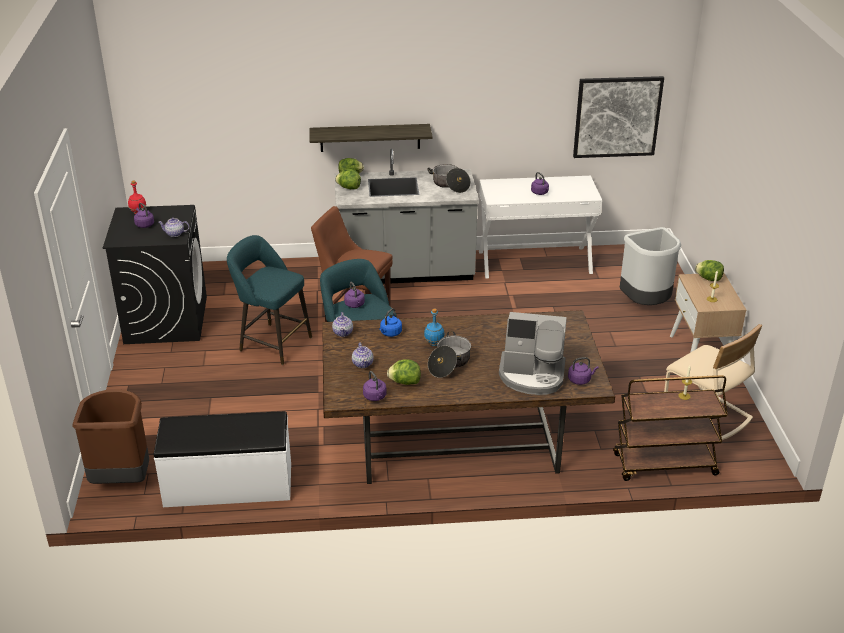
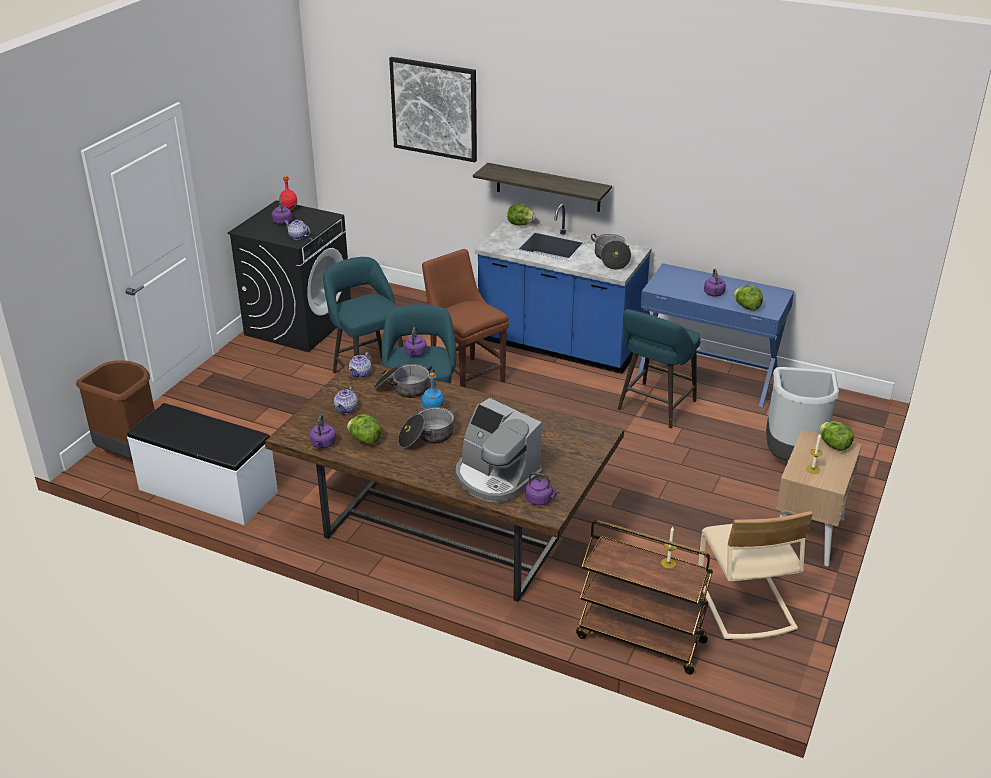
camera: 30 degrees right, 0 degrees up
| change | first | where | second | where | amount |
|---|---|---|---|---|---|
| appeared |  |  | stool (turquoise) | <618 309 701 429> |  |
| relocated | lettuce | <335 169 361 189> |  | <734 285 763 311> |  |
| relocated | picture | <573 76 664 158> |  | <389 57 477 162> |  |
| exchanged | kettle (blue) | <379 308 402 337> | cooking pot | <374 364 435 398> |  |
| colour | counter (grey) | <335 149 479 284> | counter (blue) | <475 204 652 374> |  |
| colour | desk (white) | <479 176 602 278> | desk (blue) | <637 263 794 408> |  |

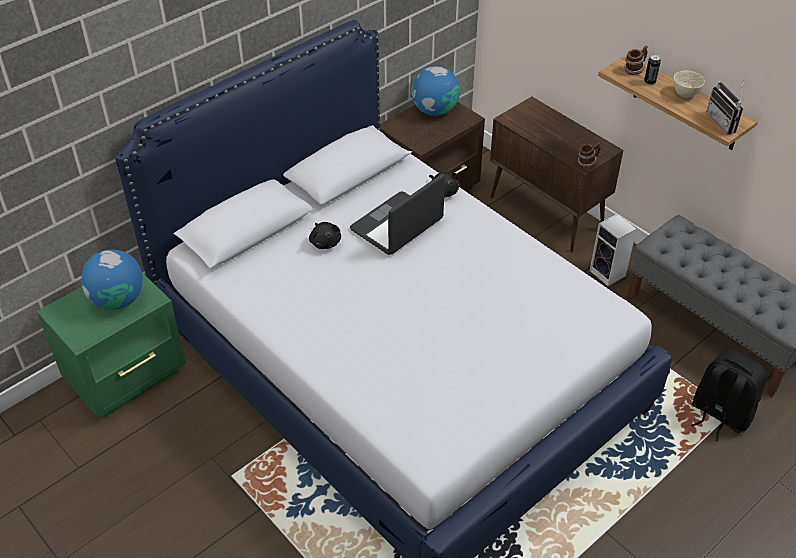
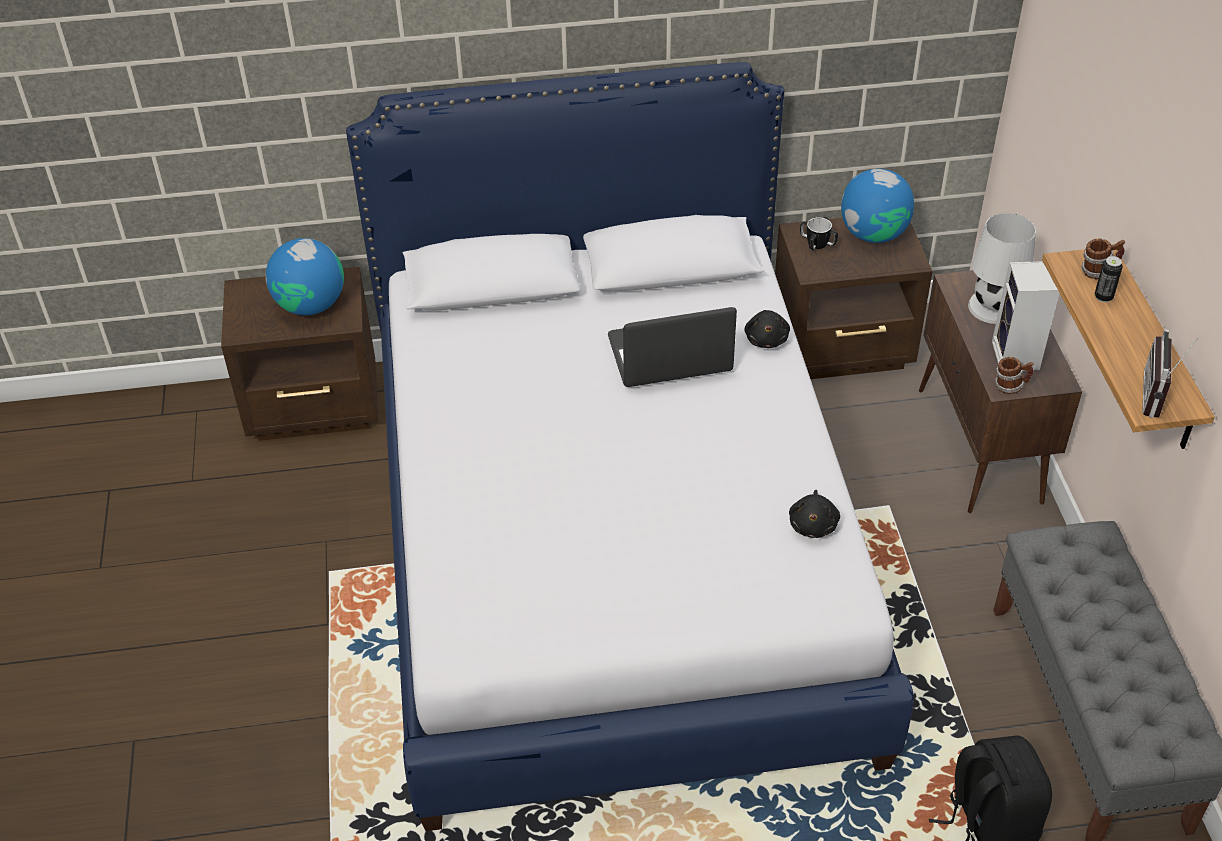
camera: 35 degrees right, 0 degrees up
| change | first | where | second | where | amount |
|---|---|---|---|---|---|
| missing | bowl (beige) | <673 71 705 98> |  |  |  |
| appeared |  |  | mug | <800 217 838 250> |  |
| appeared |  |  | table lamp (white) | <968 213 1036 324> |  |
| relocated | plush toy (black) | <309 222 341 249> |  | <789 490 840 538> |  |
| relocated | speaker | <590 214 637 286> |  | <992 261 1059 371> |  |
| colour | nightstand (green) | <37 272 186 418> | nightstand (brown) | <221 267 378 441> |  |

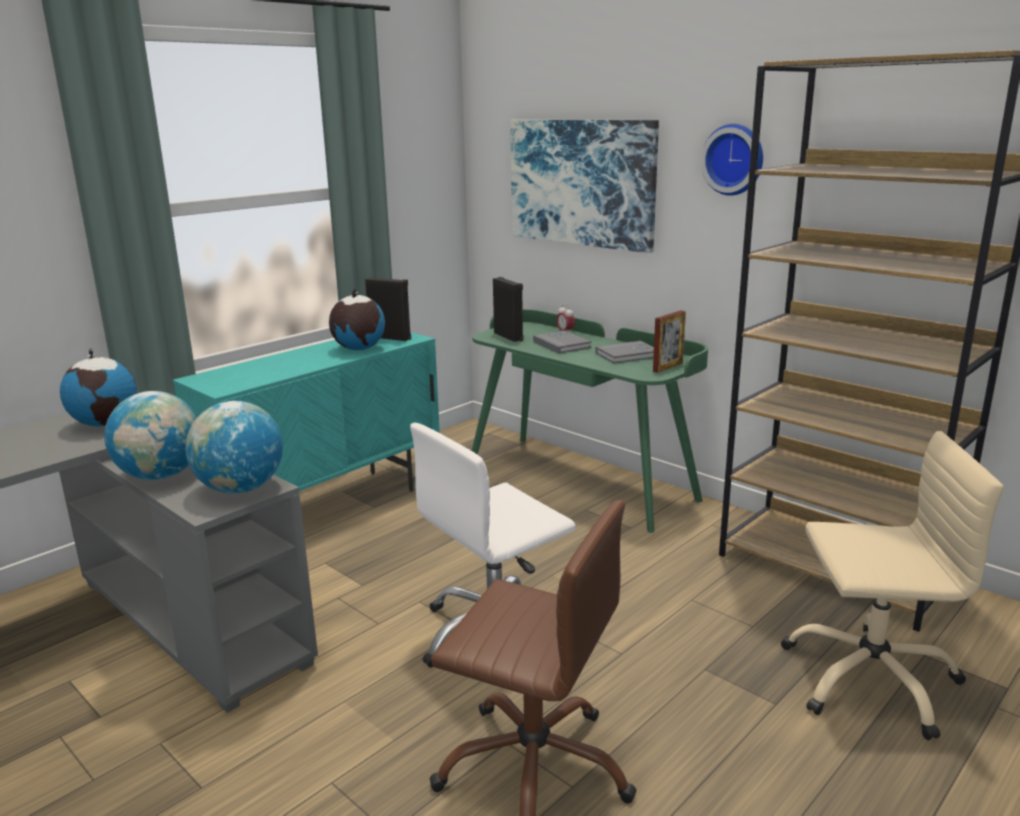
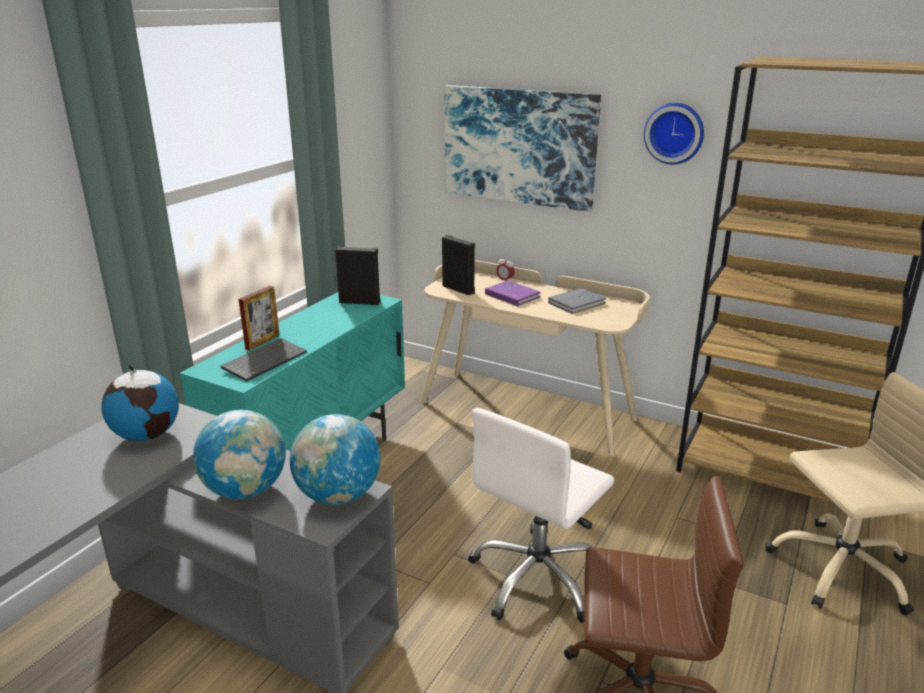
camera: 15 degrees left, 5 degrees up
| change | first | where | second | where | amount |
|---|---|---|---|---|---|
| missing | globe | <329 289 385 350> |  |  |  |
| appeared |  |  | keyboard | <221 338 307 382> |  |
| relocated | picture frame | <653 310 686 373> |  | <239 286 280 351> |  |
| colour | desk (green) | <472 309 708 533> | desk (beige) | <420 260 650 457> |  |
| colour | book (grey) | <533 330 591 354> | book (purple) | <485 281 541 306> |  |

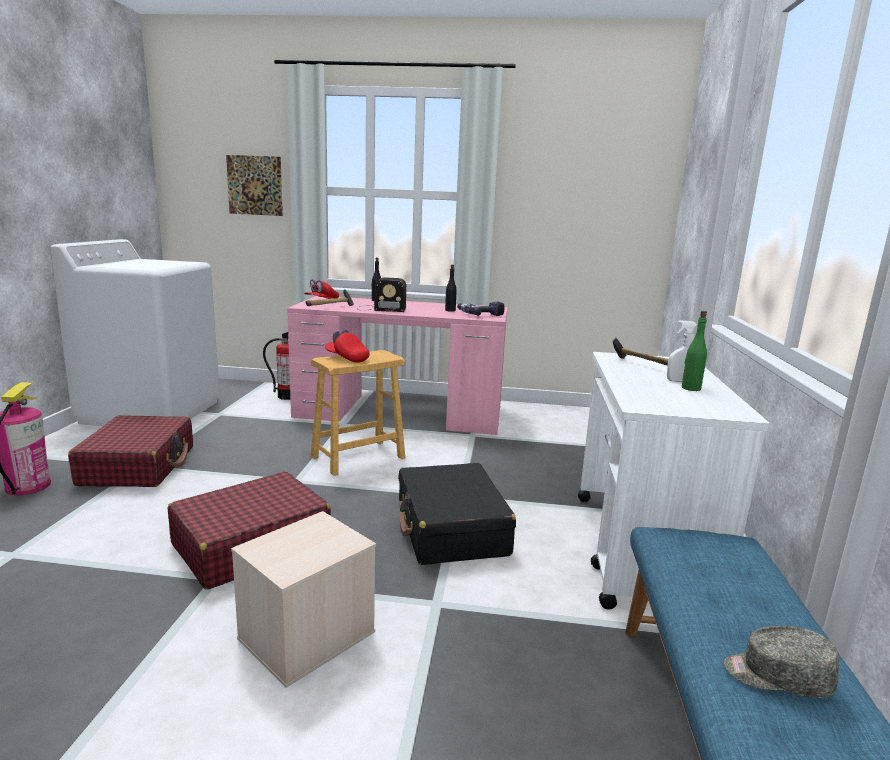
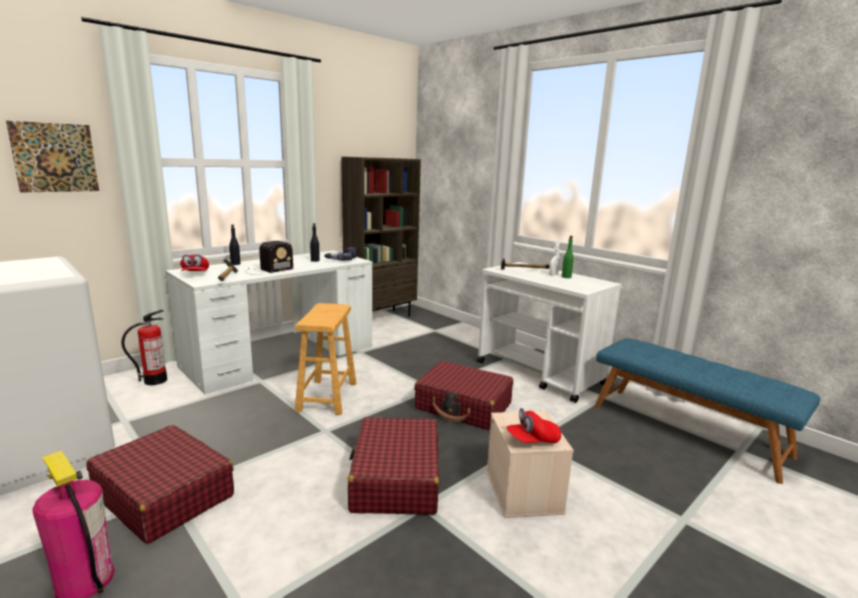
camera: 50 degrees left, 0 degrees up
| change | first | where | second | where | amount |
|---|---|---|---|---|---|
| missing | cap (grey) | <724 626 839 698> |  |  |  |
| appeared |  |  | bookcase (brown) | <341 157 421 317> |  |
| relocated | cap (red) | <325 329 369 362> |  | <506 408 561 443> |  |
| colour | desk (pink) | <287 296 508 435> | desk (white) | <165 250 372 394> |  |
| colour | suitcase (black) | <398 463 516 565> | suitcase (red) | <414 361 513 430> |  |

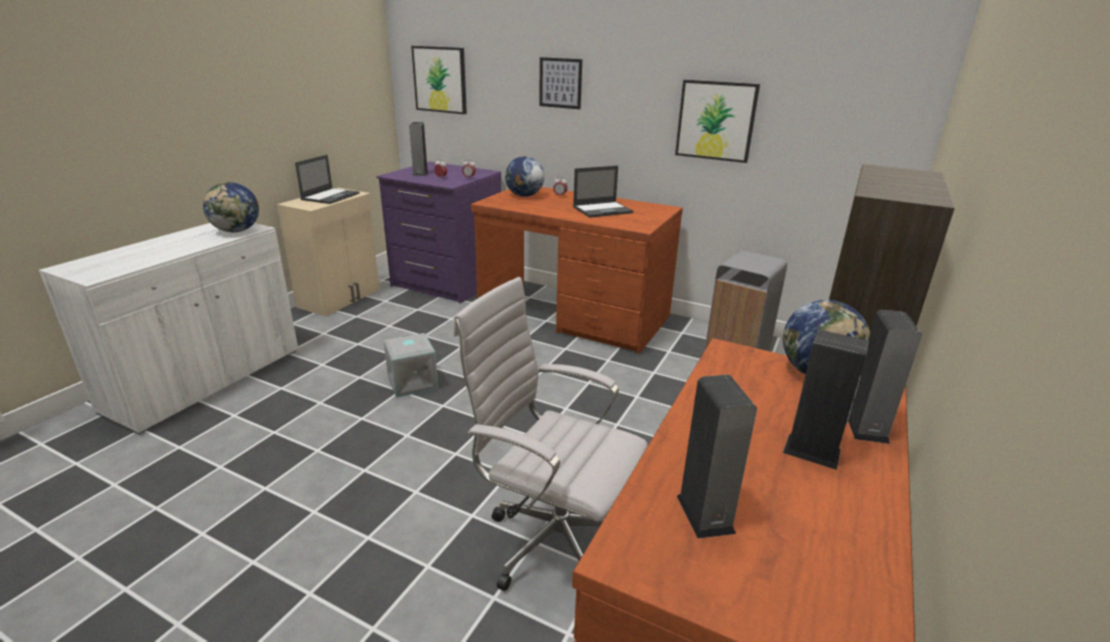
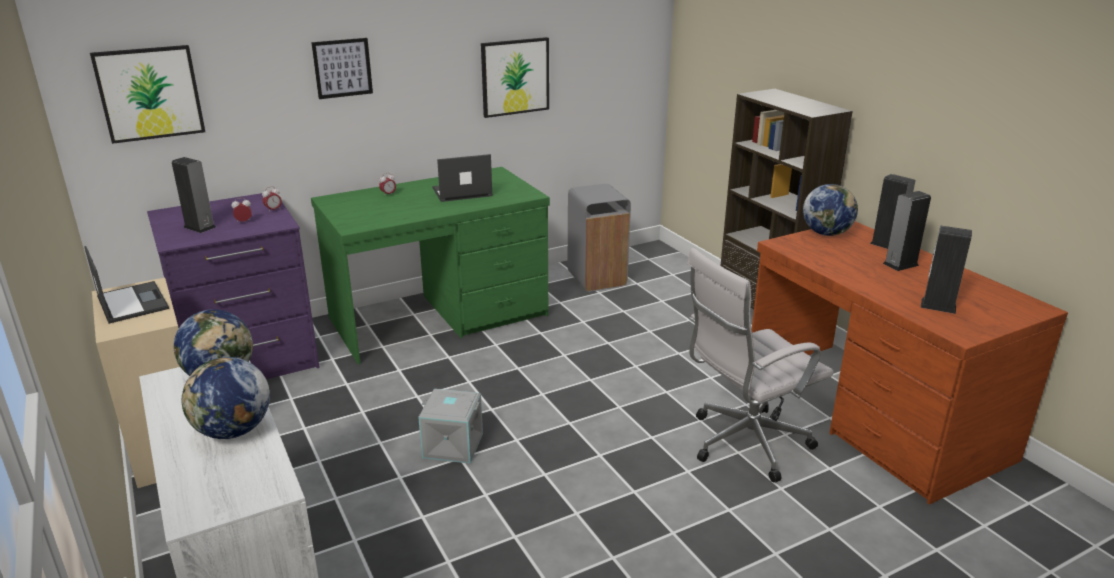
camera: 55 degrees left, 0 degrees up
| change | first | where | second | where | amount |
|---|---|---|---|---|---|
| relocated | globe | <505 156 544 197> |  | <182 357 270 439> |  |
| colour | desk (brown) | <471 187 683 354> | desk (green) | <311 167 550 364> |  |
| spun | laptop | <573 166 633 218> |  | <432 154 493 202> | 120 degrees counterclockwise |

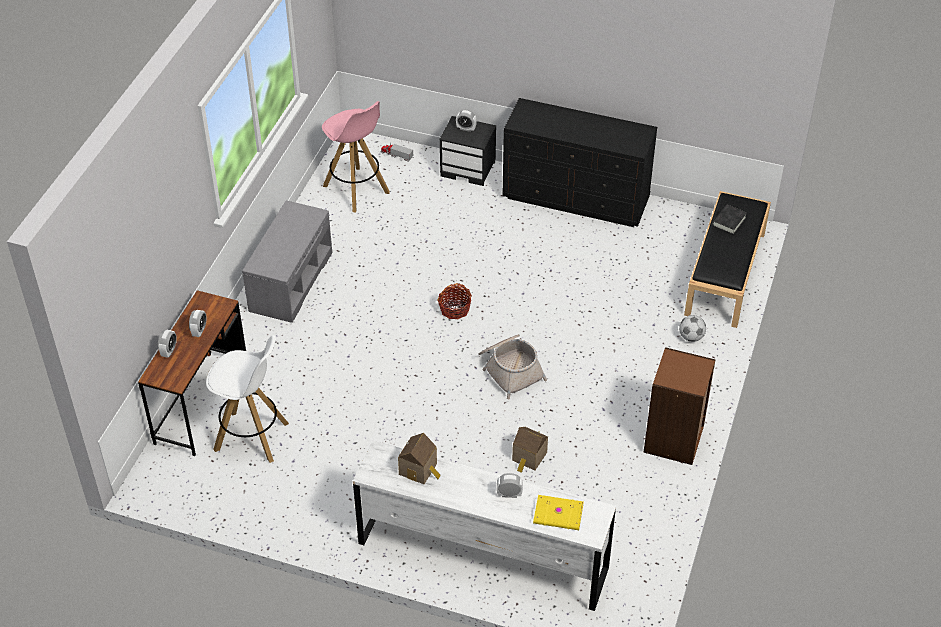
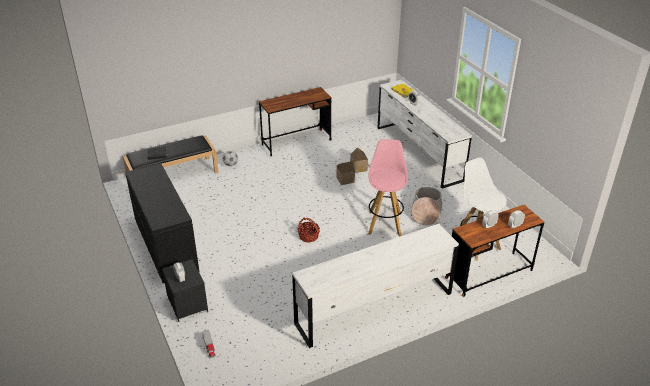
camera: 135 degrees left, 10 degrees down
| change | first | where | second | where | amount |
|---|---|---|---|---|---|
| relocated | stool (pink) | <322 101 390 212> |  | <368 139 408 236> |  |
| relocated | toy house | <398 433 441 484> |  | <336 161 355 185> |  |
| relocated | basket | <479 334 547 399> |  | <411 187 442 225> |  |
| exchanged | bench (grey) | <242 201 332 323> | dresser (white) | <292 224 459 348> |  |
| exchanged | bookcase (brown) | <643 347 716 465> | desk (brown) | <259 87 332 156> |  |

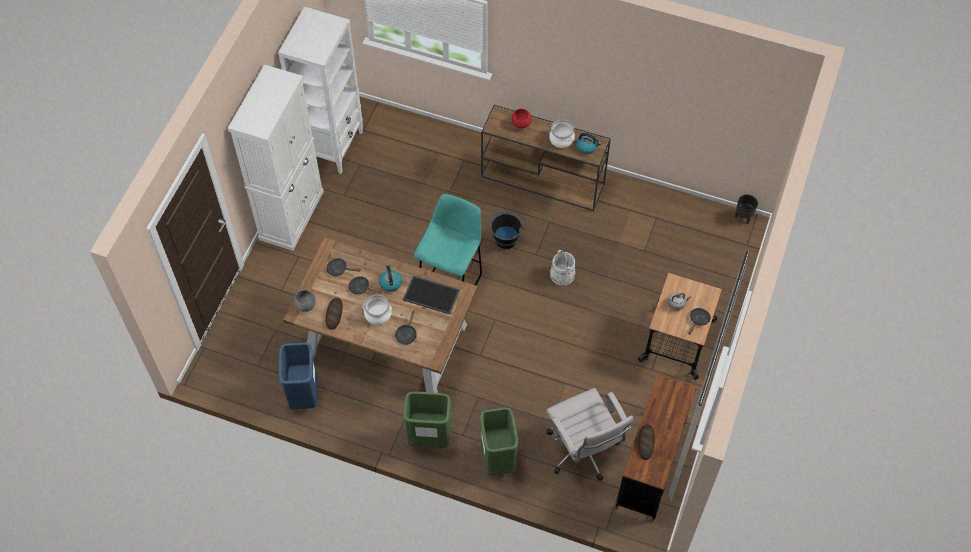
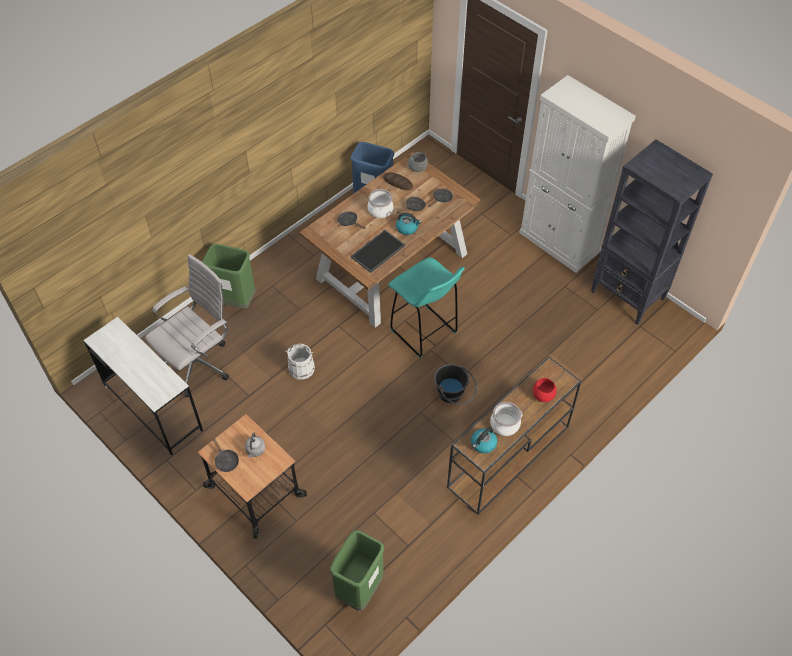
camera: 115 degrees right, 5 degrees down
| change | first | where | second | where | amount |
|---|---|---|---|---|---|
| missing | bread | <638 424 655 460> |  |  |  |
| missing | planter (black) | <735 194 758 224> |  |  |  |
| relocated | trash can (green) | <403 392 451 448> |  | <330 530 384 611> |  |
| relocated | bucket (white) | <550 250 575 286> |  | <285 344 315 380> |  |
| colour | bookcase (white) | <278 7 363 174> | bookcase (black) | <591 139 713 325> |  |
| colour | desk (brown) | <615 375 696 522> | desk (white) | <84 317 203 455> |  |
| spun | office chair (white) | <546 388 633 481> |  | <145 254 229 397> | 135 degrees clockwise |

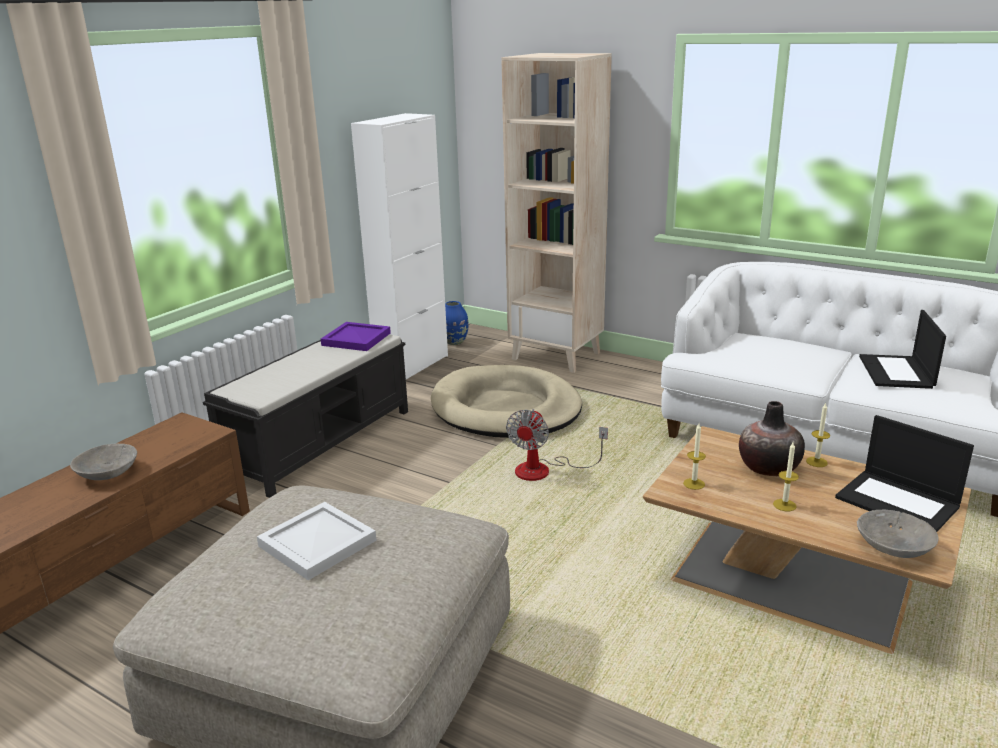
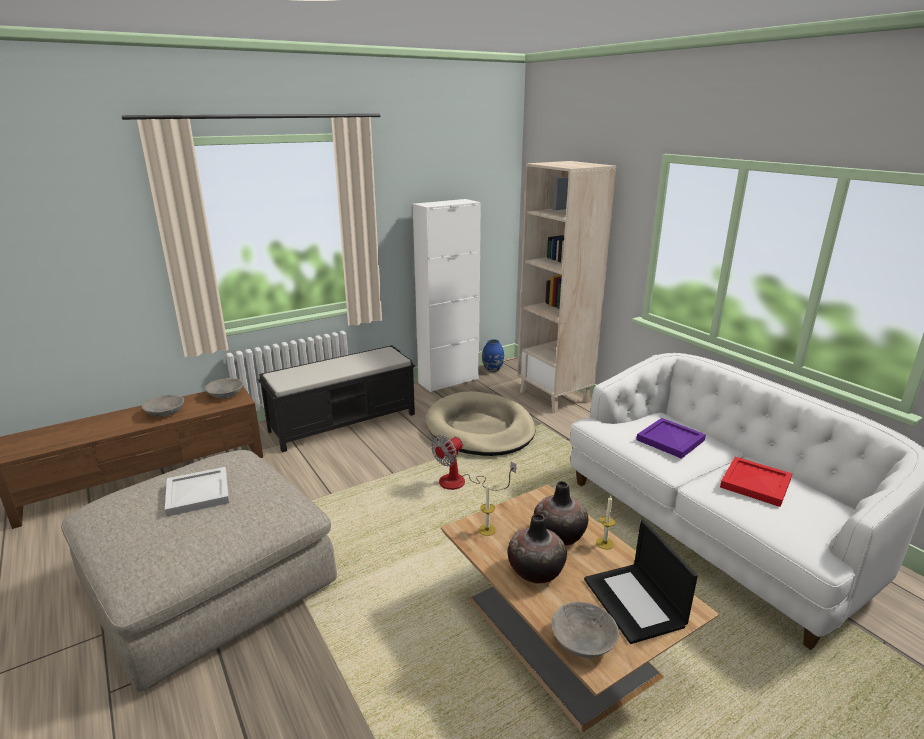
camera: 25 degrees right, 0 degrees up
| change | first | where | second | where | amount |
|---|---|---|---|---|---|
| appeared |  |  | bowl (grey) | <205 378 244 398> |  |
| relocated | tray (purple) | <321 322 391 351> |  | <636 418 706 459> |  |
| exchanged | candle | <773 443 799 511> | vase | <508 514 567 584> |  |
| exchanged | laptop | <859 310 946 389> | tray (red) | <720 457 792 507> |  |

